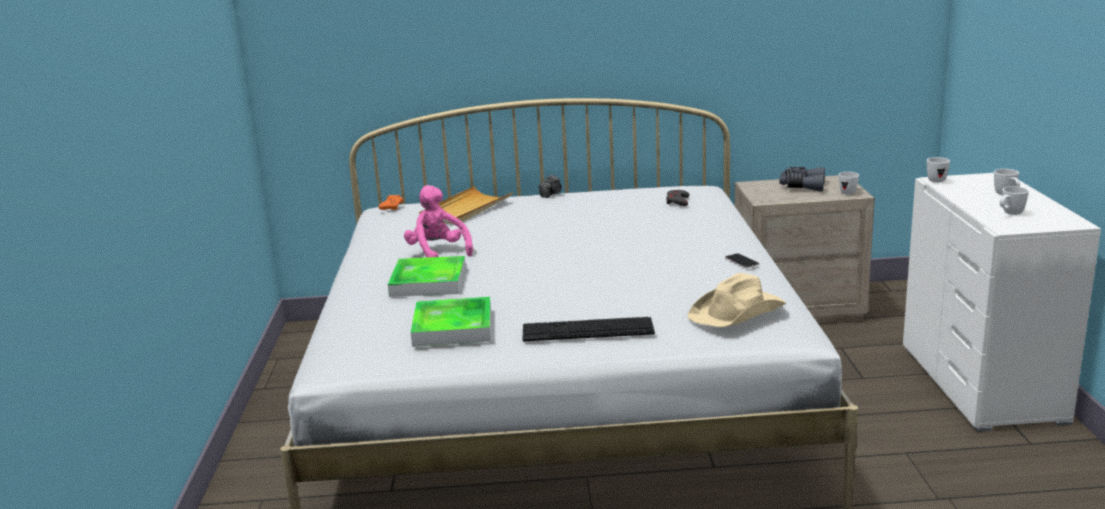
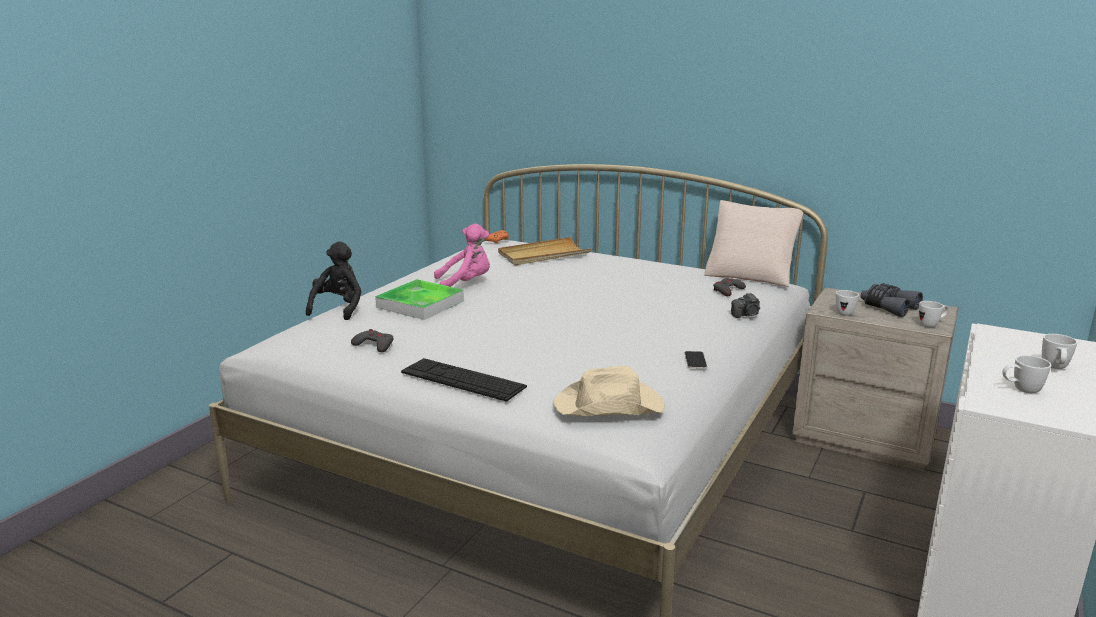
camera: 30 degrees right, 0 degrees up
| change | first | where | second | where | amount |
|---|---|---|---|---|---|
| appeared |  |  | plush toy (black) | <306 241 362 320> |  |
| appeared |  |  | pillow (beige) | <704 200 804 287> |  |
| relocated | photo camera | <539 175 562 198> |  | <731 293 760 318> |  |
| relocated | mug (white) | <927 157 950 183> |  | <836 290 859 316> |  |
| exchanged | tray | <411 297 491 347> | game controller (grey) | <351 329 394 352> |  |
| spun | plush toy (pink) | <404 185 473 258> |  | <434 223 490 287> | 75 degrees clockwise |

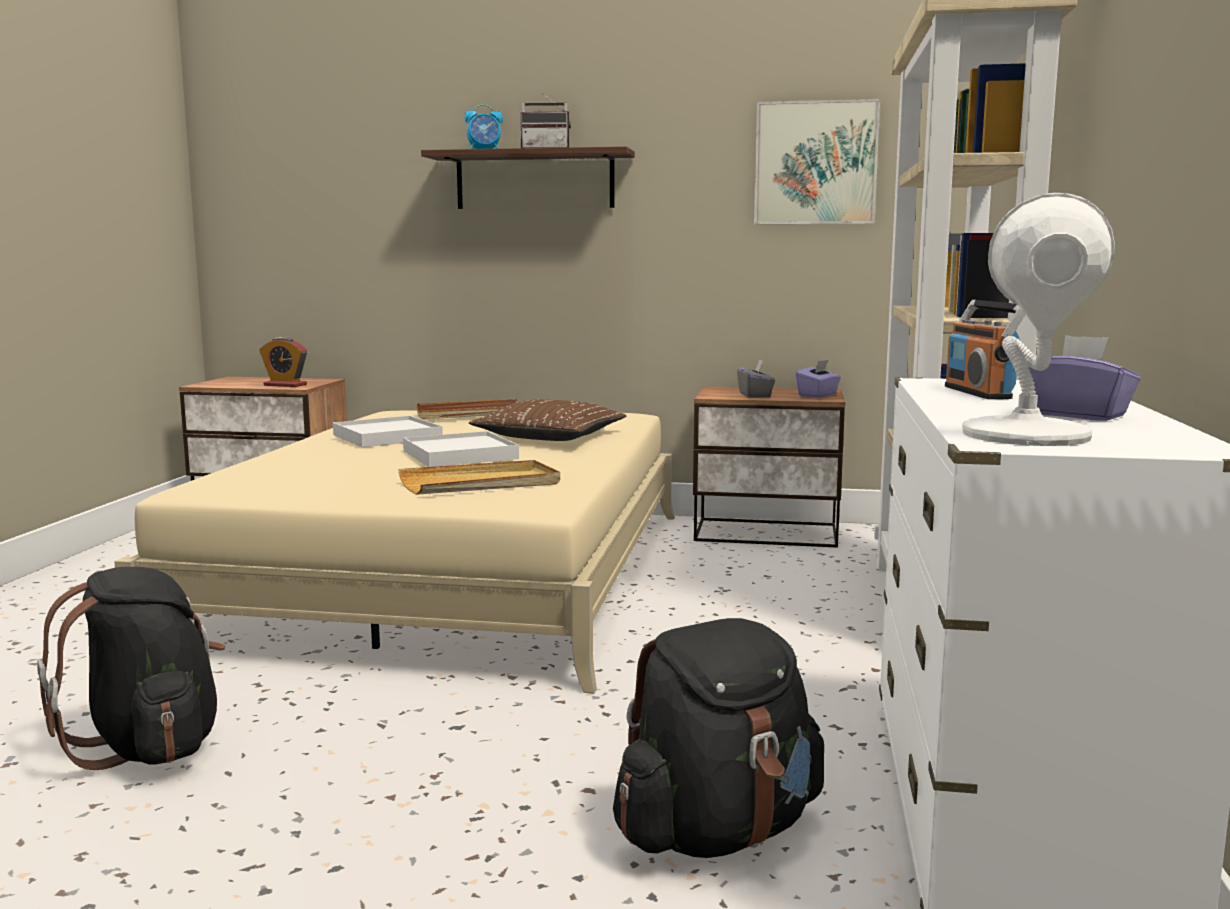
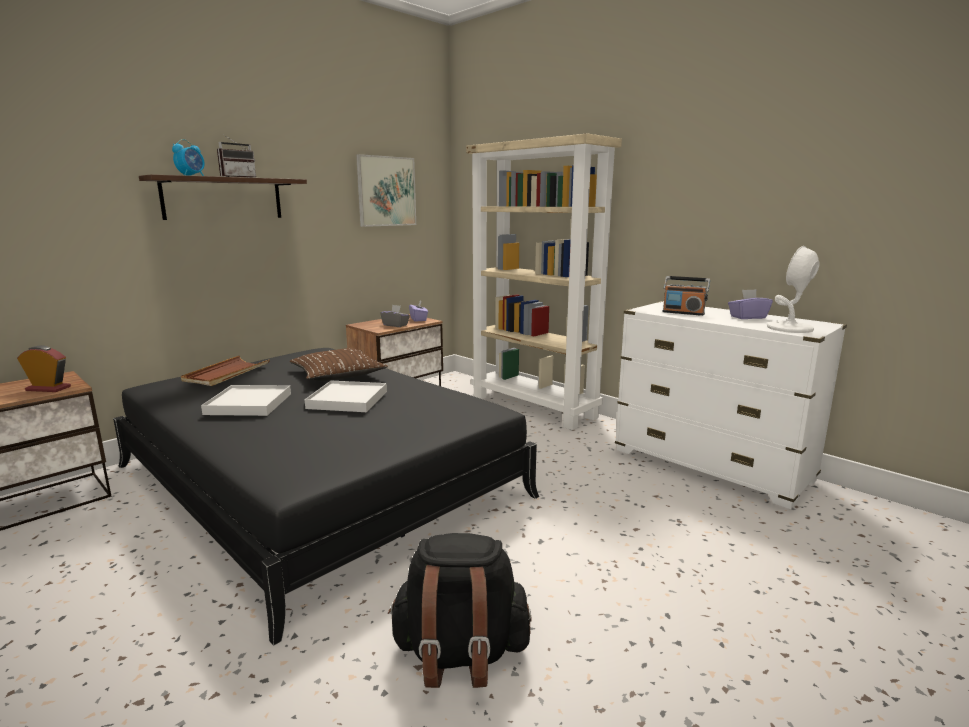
camera: 55 degrees left, 5 degrees up
| change | first | where | second | where | amount |
|---|---|---|---|---|---|
| missing | tray (beige) | <398 460 560 495> |  |  |  |
| missing | backpack (black) | <613 618 824 858> |  |  |  |
| colour | bed (beige) | <114 411 675 694> | bed (black) | <113 348 539 646> |  |
| spun | alarm clock | <260 337 307 387> |  | <17 345 71 392> | 135 degrees counterclockwise |

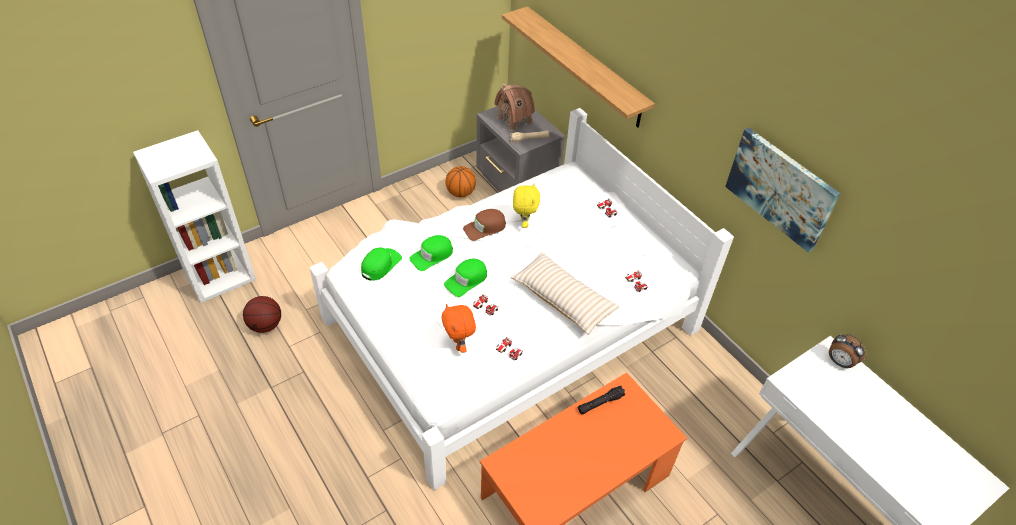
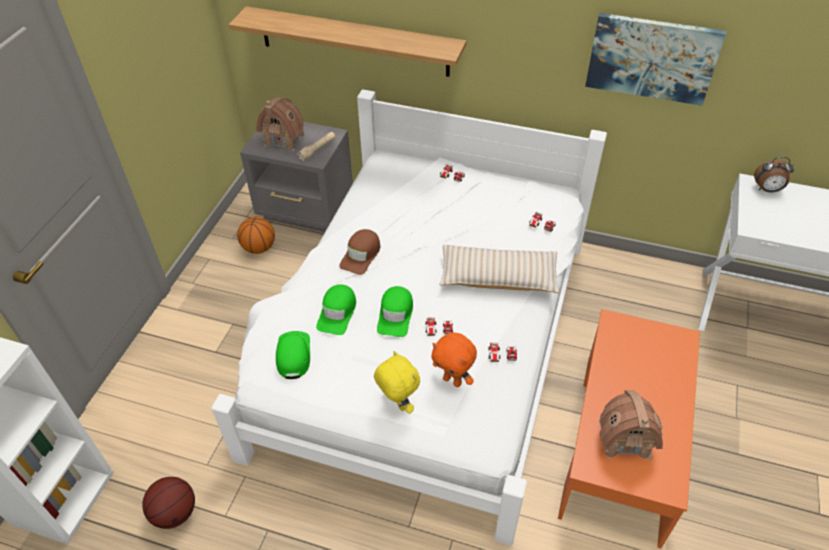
camera: 35 degrees left, 0 degrees up
| change | first | where | second | where | amount |
|---|---|---|---|---|---|
| missing | flashlight (black) | <578 386 626 414> |  |  |  |
| appeared |  |  | toy house | <598 390 663 460> |  |
| relocated | plush toy (yellow) | <513 183 540 228> |  | <374 351 420 414> |  |

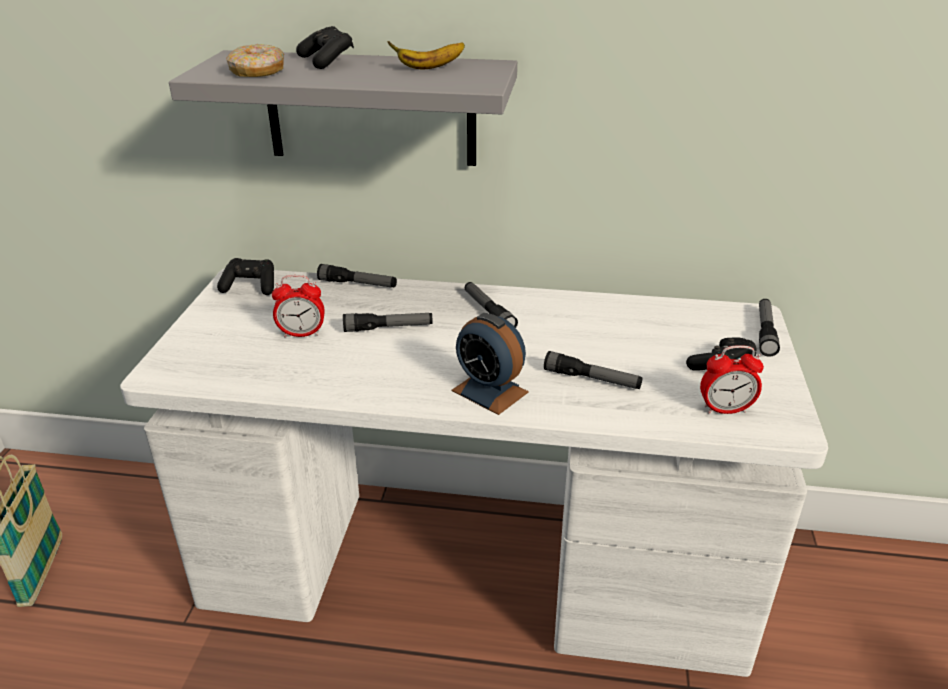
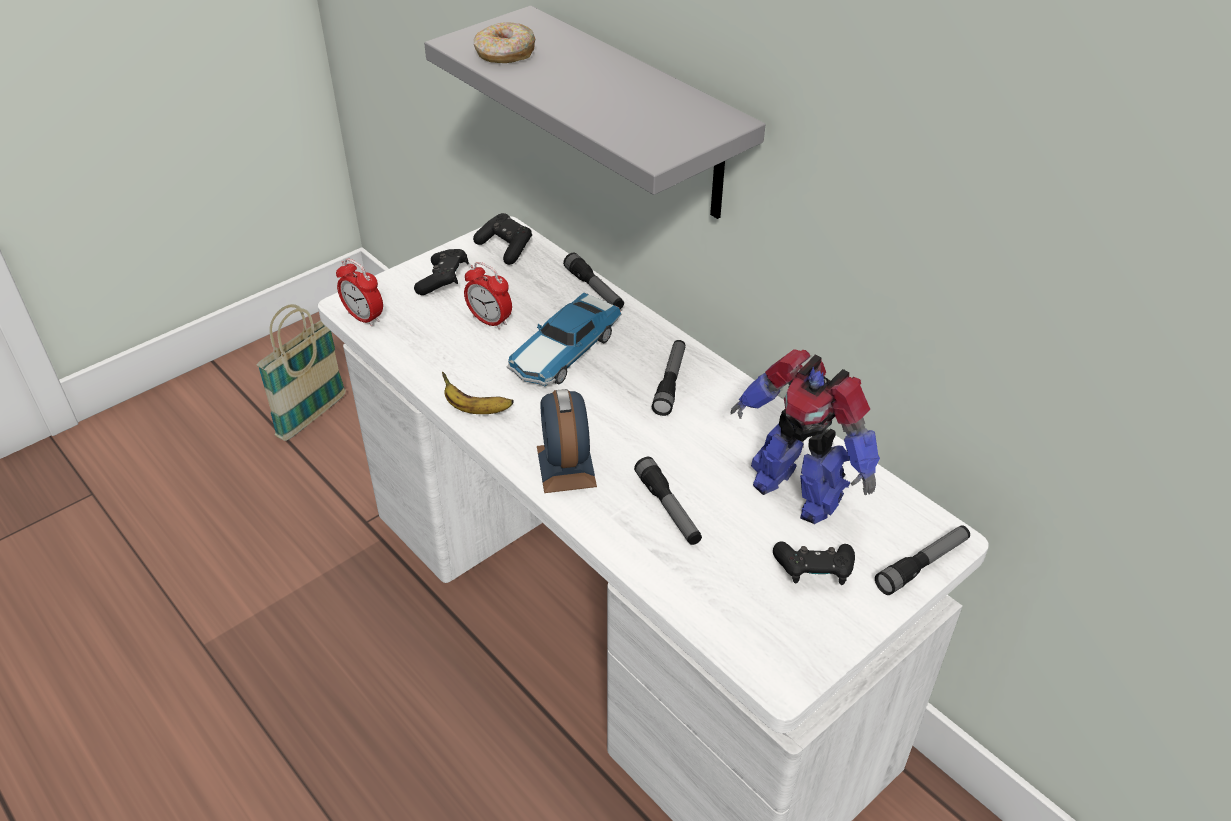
camera: 40 degrees right, 10 degrees up
| change | first | where | second | where | amount |
|---|---|---|---|---|---|
| appeared |  |  | toy robot | <730 349 880 524> |  |
| relocated | game controller (black) | <296 26 354 69> |  | <414 249 469 295> |  |
| relocated | banana | <387 41 465 69> |  | <442 372 514 414> |  |
| relocated | alarm clock | <700 345 764 414> |  | <336 258 383 327> |  |
| exchanged | flashlight | <343 313 433 332> | toy car | <507 293 622 387> |  |

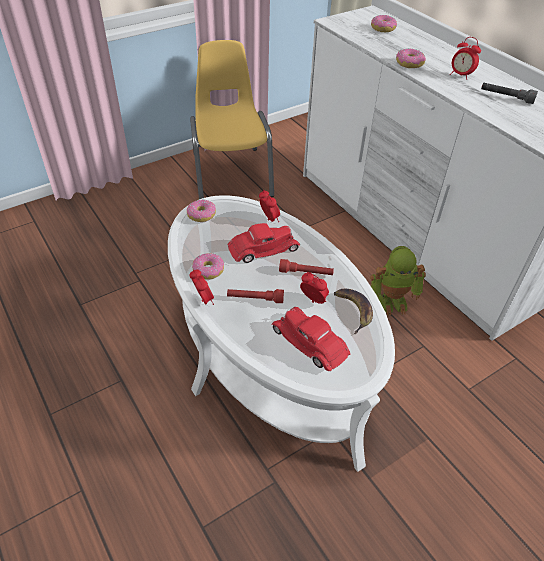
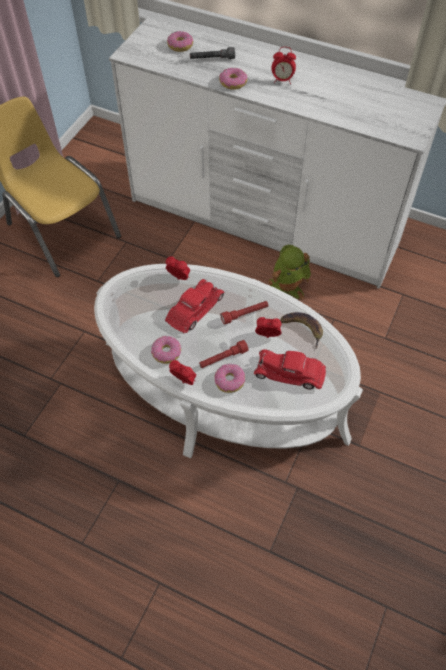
camera: 30 degrees left, 10 degrees up
| change | first | where | second | where | amount |
|---|---|---|---|---|---|
| relocated | donut | <187 199 216 222> |  | <214 364 245 393> |  |
| relocated | flashlight (grey) | <481 83 538 104> |  | <190 47 235 59> |  |

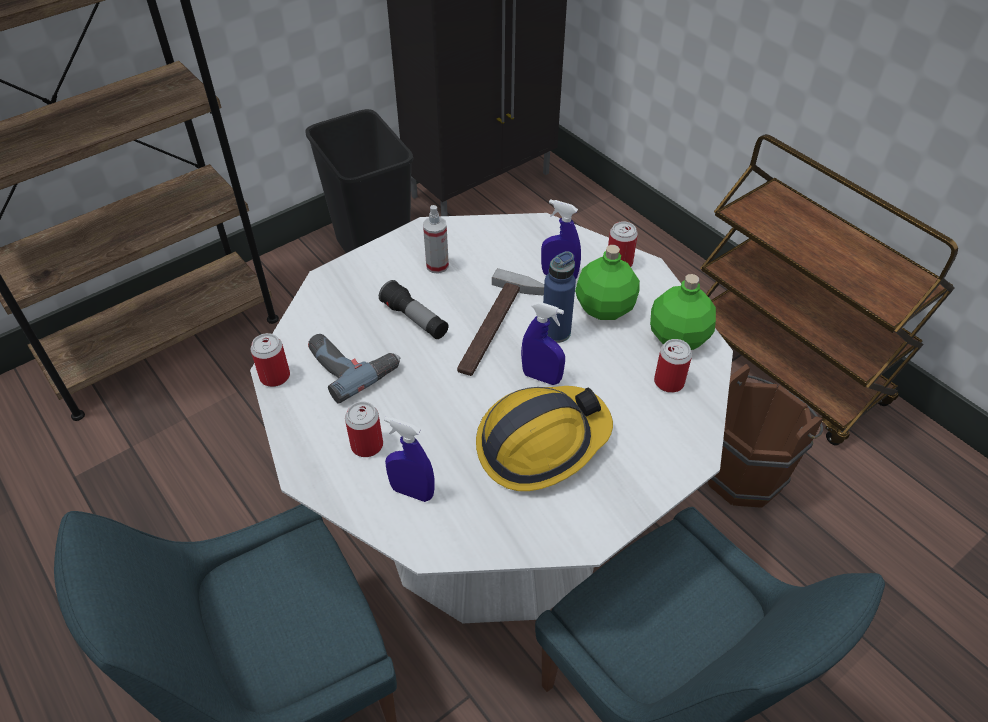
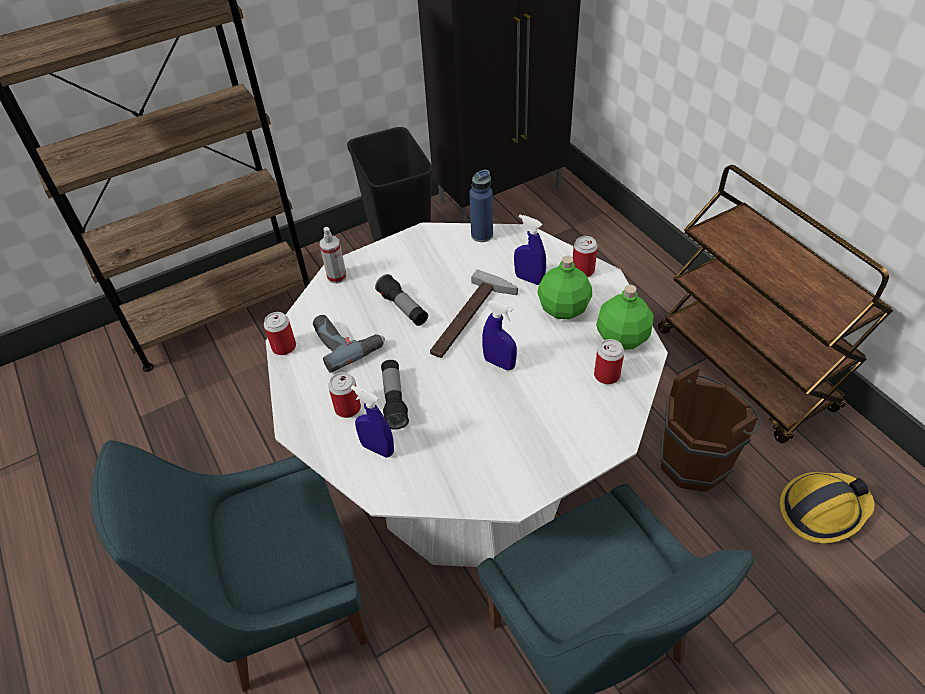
camera: 10 degrees right, 0 degrees up
| change | first | where | second | where | amount |
|---|---|---|---|---|---|
| appeared |  |  | flashlight | <381 360 409 430> |  |
| relocated | spray bottle | <423 205 449 274> |  | <320 227 347 284> |  |
| relocated | hard hat | <476 386 613 491> |  | <780 472 875 543> |  |
| relocated | bottle (blue) | <543 251 576 343> |  | <469 169 493 242> |  |

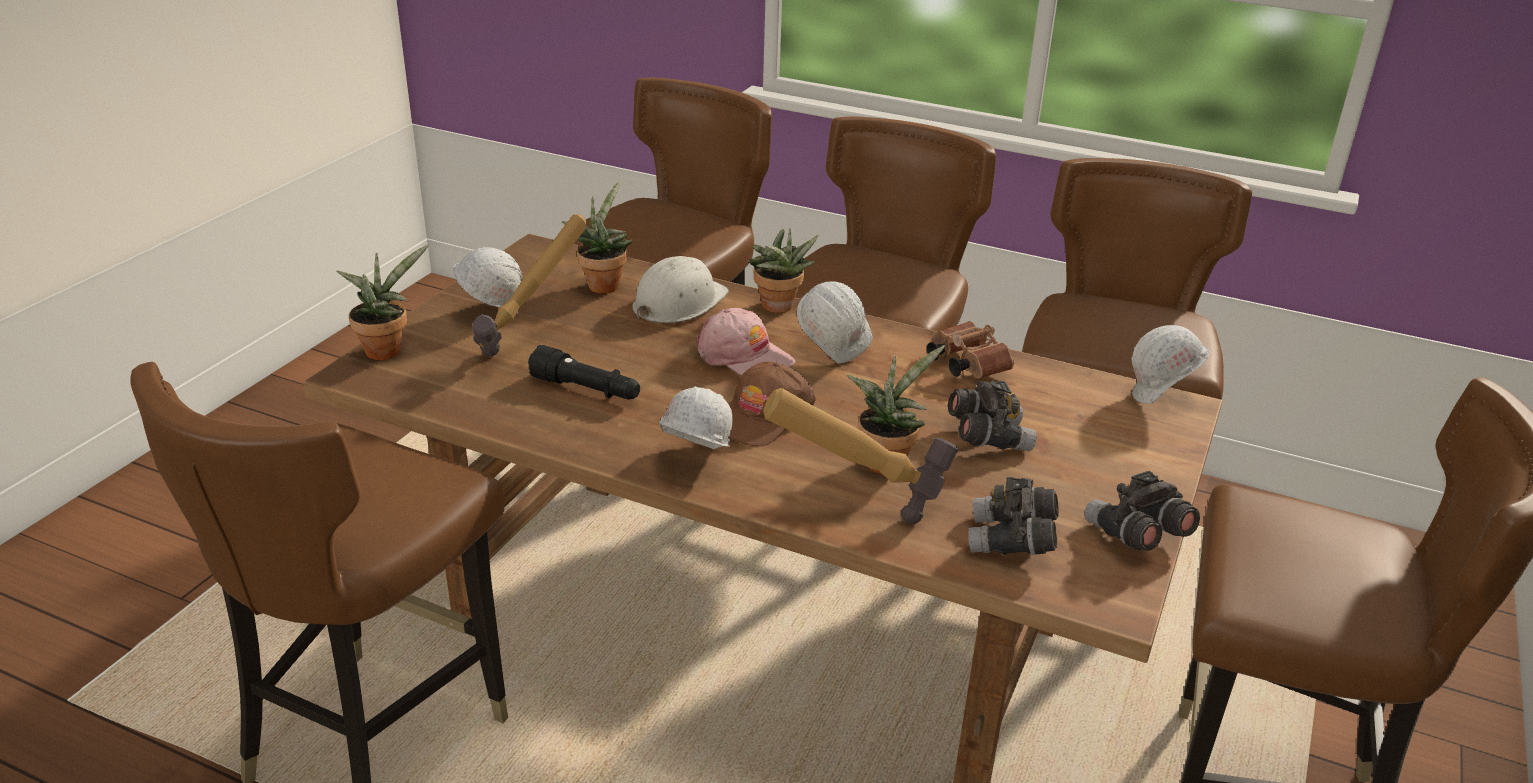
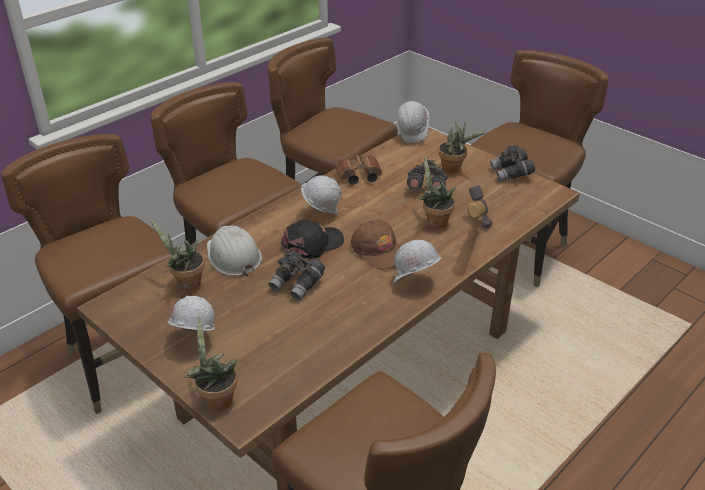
camera: 70 degrees left, 5 degrees up
| change | first | where | second | where | amount |
|---|---|---|---|---|---|
| missing | hammer | <472 214 587 356> |  |  |  |
| missing | flashlight (black) | <528 345 640 400> |  |  |  |
| relocated | potted plant | <748 228 818 313> |  | <438 121 486 174> |  |
| relocated | binoculars (grey) | <968 477 1059 555> |  | <269 251 325 300> |  |
| colour | cap (pink) | <697 308 795 375> | cap (black) | <281 220 344 259> |  |

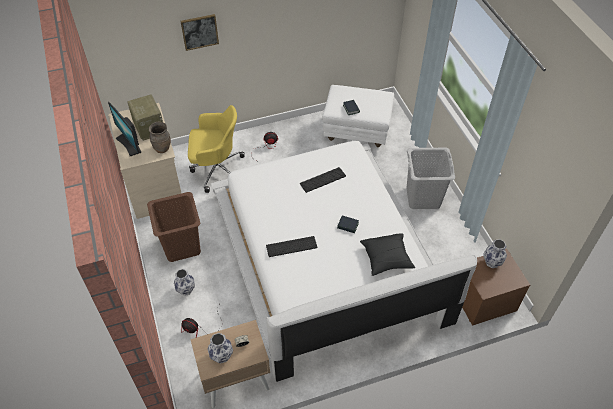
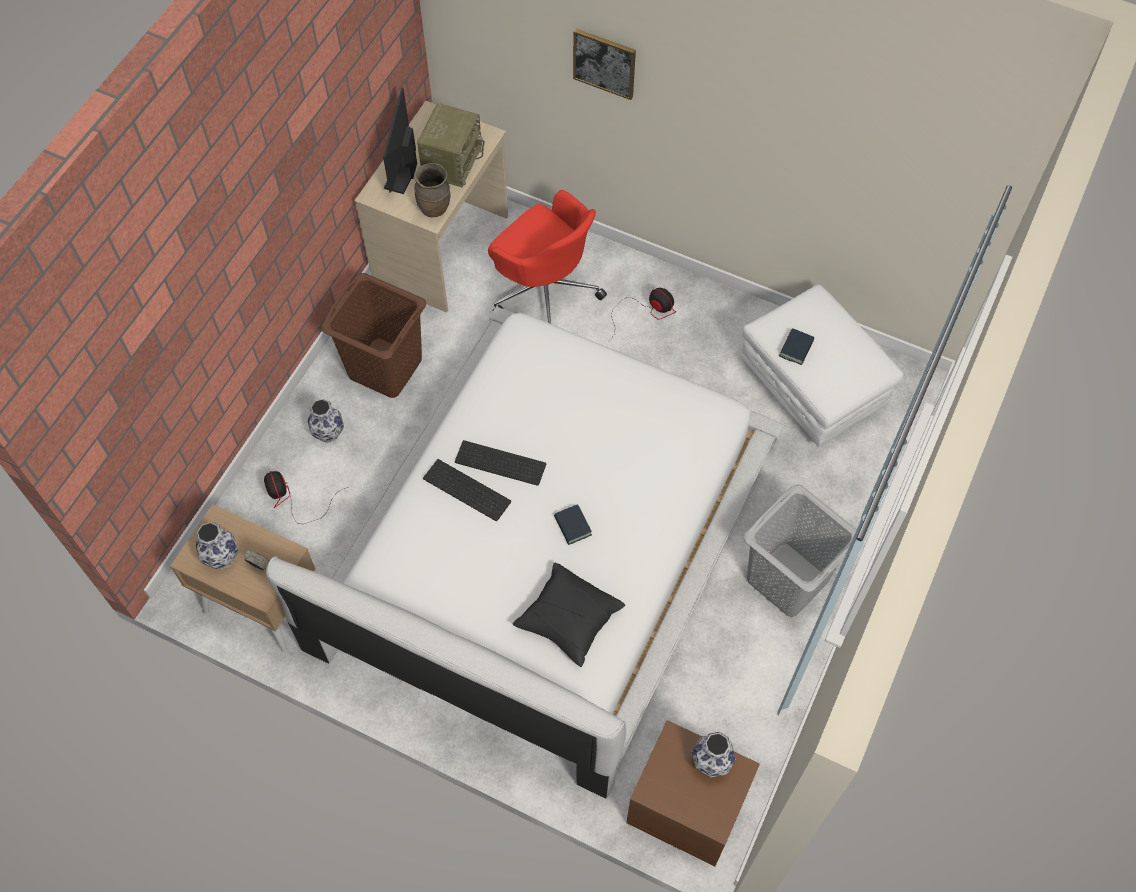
camera: 45 degrees right, 10 degrees up
| change | first | where | second | where | amount |
|---|---|---|---|---|---|
| relocated | keyboard | <300 167 346 193> |  | <455 440 546 486> |  |
| colour | office chair (yellow) | <188 105 245 193> | office chair (red) | <488 190 607 324> |  |

